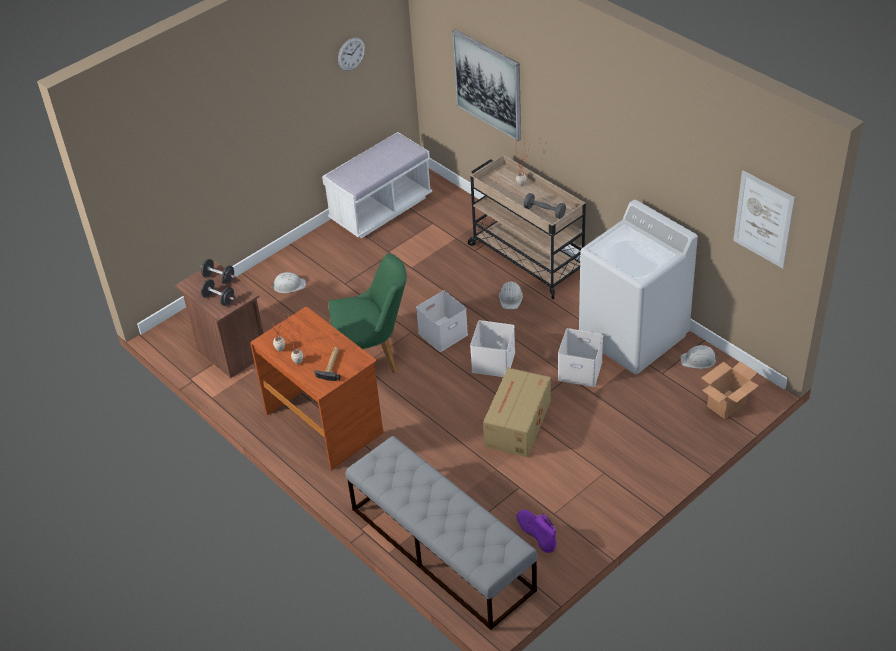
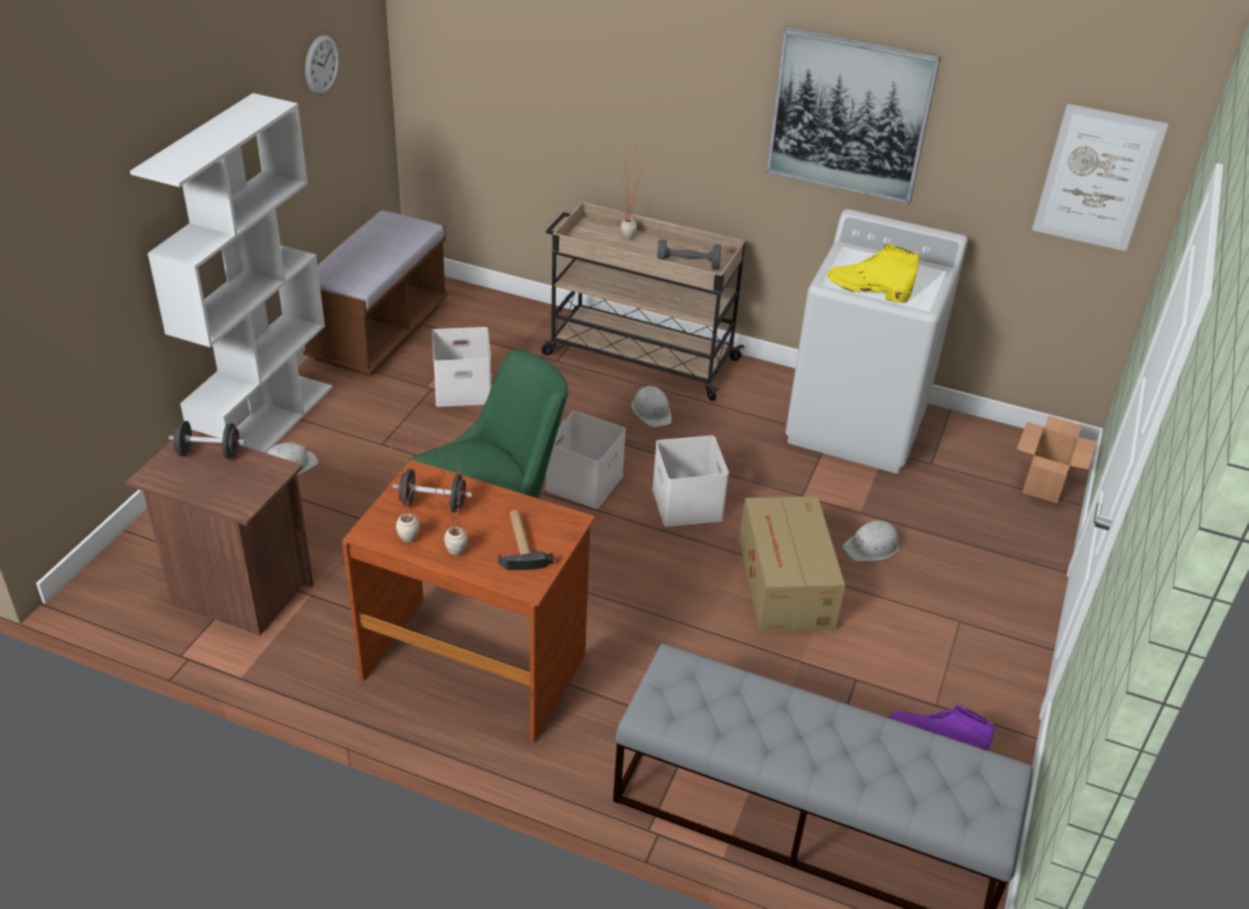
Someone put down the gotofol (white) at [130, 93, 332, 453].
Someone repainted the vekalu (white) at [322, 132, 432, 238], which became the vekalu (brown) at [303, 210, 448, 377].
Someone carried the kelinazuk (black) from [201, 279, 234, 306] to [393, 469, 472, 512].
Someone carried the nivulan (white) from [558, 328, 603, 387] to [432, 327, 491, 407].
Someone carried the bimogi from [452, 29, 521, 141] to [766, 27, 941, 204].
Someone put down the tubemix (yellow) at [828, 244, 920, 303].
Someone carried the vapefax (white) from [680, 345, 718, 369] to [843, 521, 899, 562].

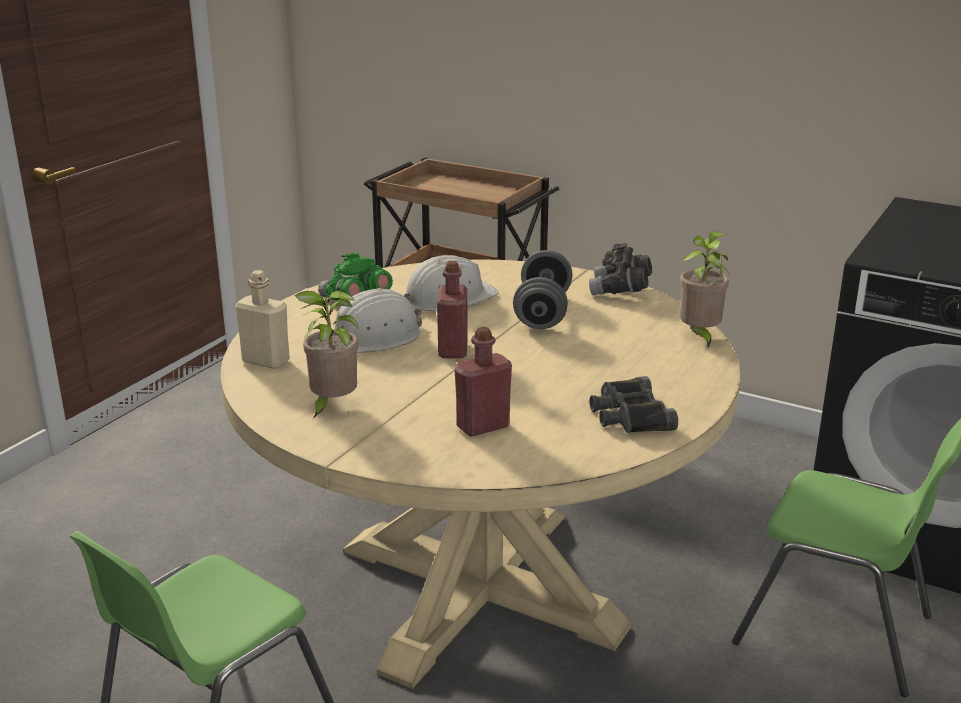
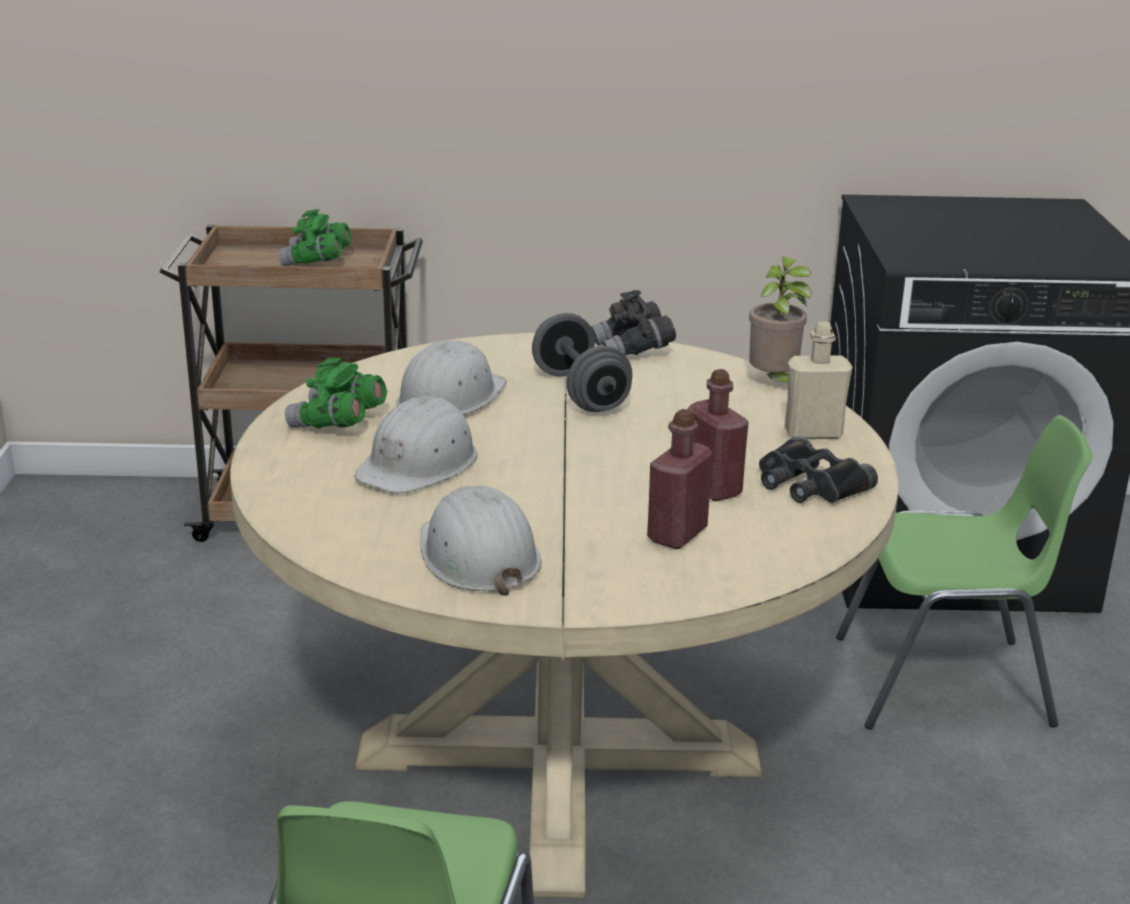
Someone put down the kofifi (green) at [278, 209, 352, 266].
Someone swapped the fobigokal at [294, 291, 358, 419] for the vapefax (white) at [420, 485, 542, 596].
Someone carried the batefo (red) from [437, 261, 468, 358] to [687, 369, 749, 501].
Someone carried the batefo (beige) from [235, 270, 290, 369] to [785, 322, 852, 439].

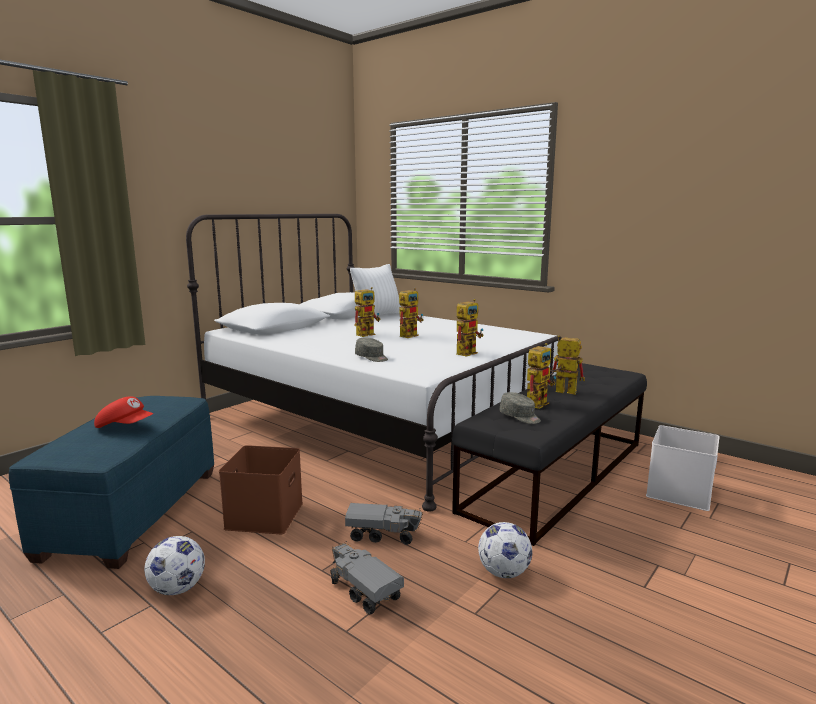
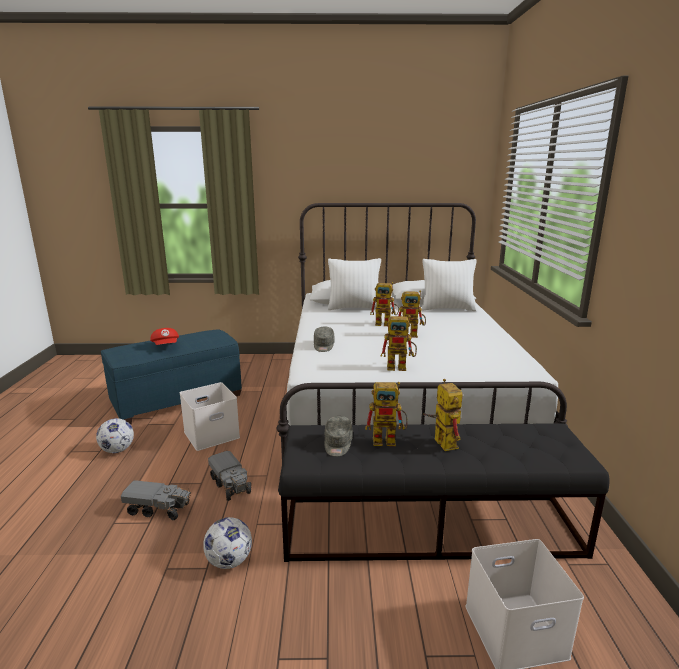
Someone rotated the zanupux at [331, 541, 404, 615] by 90 degrees clockwise.
Someone repainted the nivulan (brown) at [219, 445, 303, 534], which became the nivulan (white) at [180, 382, 240, 451].
Someone put down the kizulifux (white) at [328, 258, 381, 310].

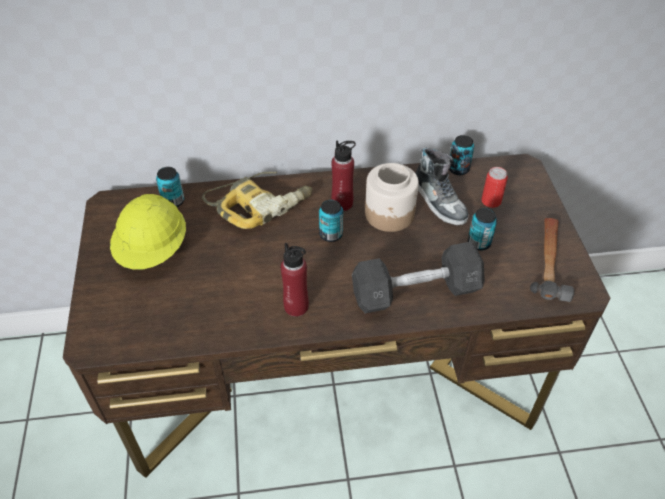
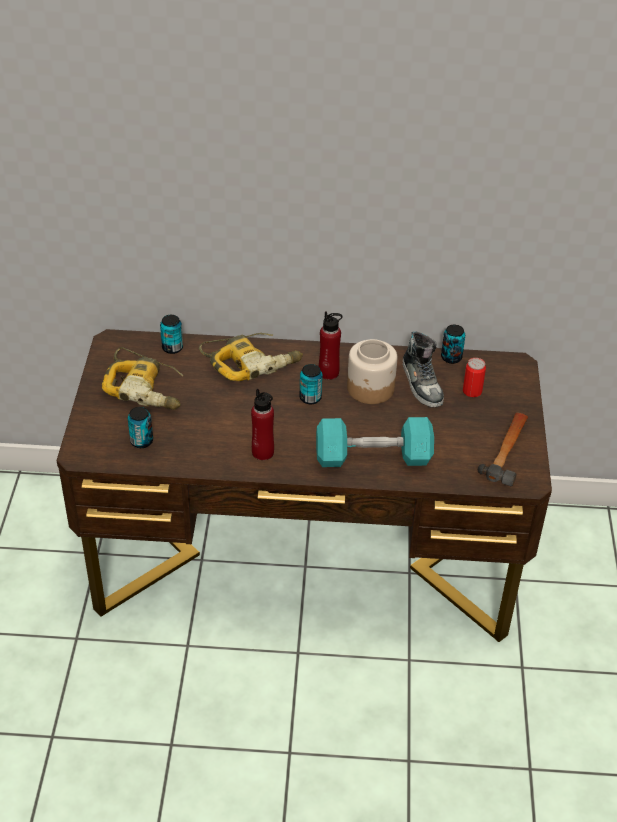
Someone swapped the vapefax (yellow) at [110, 194, 186, 270] for the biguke at [102, 347, 183, 410].
Someone carried the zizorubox from [468, 208, 497, 251] to [128, 407, 153, 448].
Someone repainted the kelinazuk (grey) at [352, 242, 485, 313], which became the kelinazuk (turquoise) at [316, 417, 434, 467].

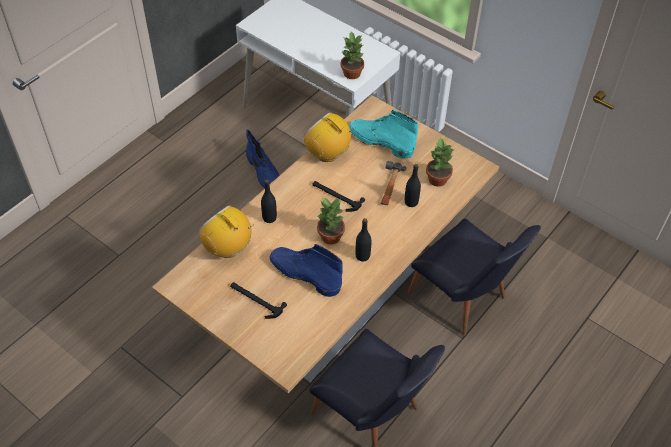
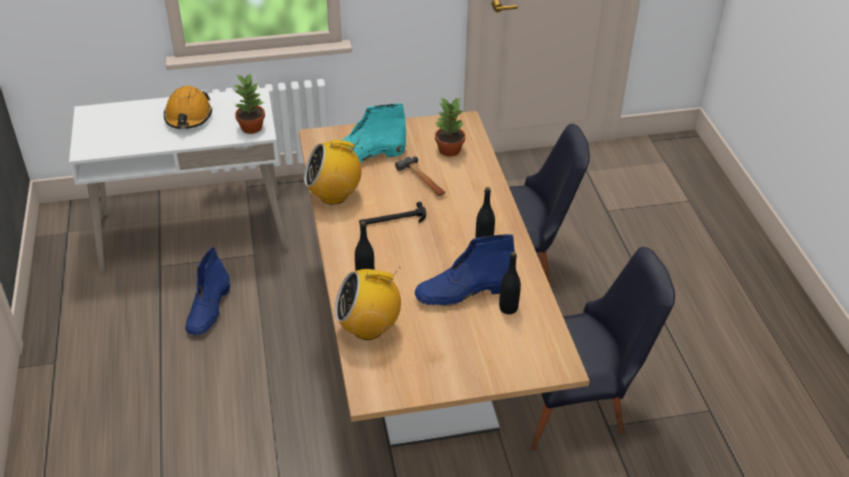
Someone put down the vapefax (orange) at [164, 86, 212, 129].
Someone rotated the tubemix (blue) at [246, 129, 280, 188] by 90 degrees clockwise.
Someone carried the batefo (black) from [405, 164, 421, 207] to [499, 252, 521, 314].
Someone took away the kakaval at [230, 282, 287, 319].
Someone took away the fobigokal at [317, 198, 345, 244].

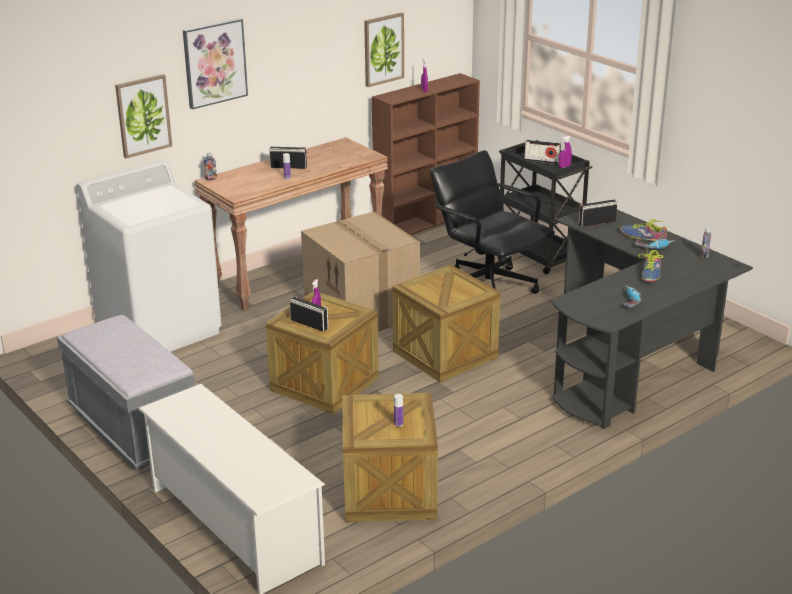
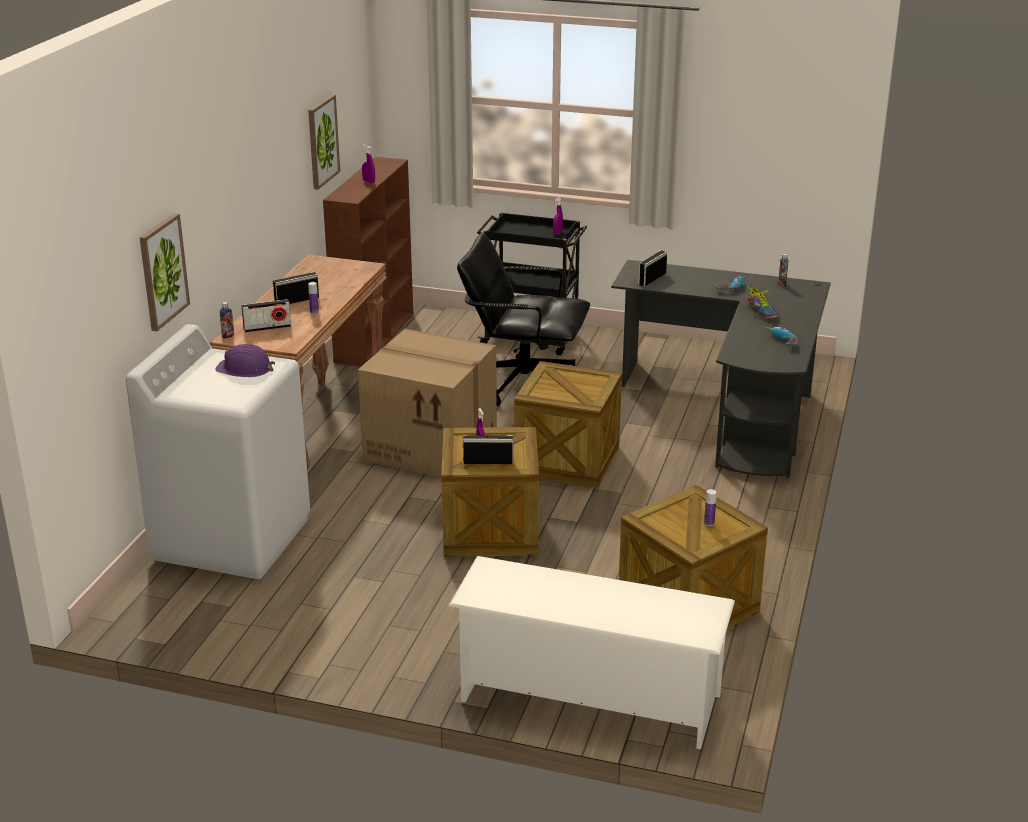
Someone put down the vapefax (purple) at [215, 344, 275, 377].
Someone carried the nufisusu from [525, 140, 561, 164] to [241, 299, 291, 332].
Someone took away the vekalu (grey) at [57, 315, 195, 471].
Someone took away the bimogi at [183, 18, 248, 109].
Someone took away the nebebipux at [620, 219, 667, 242].

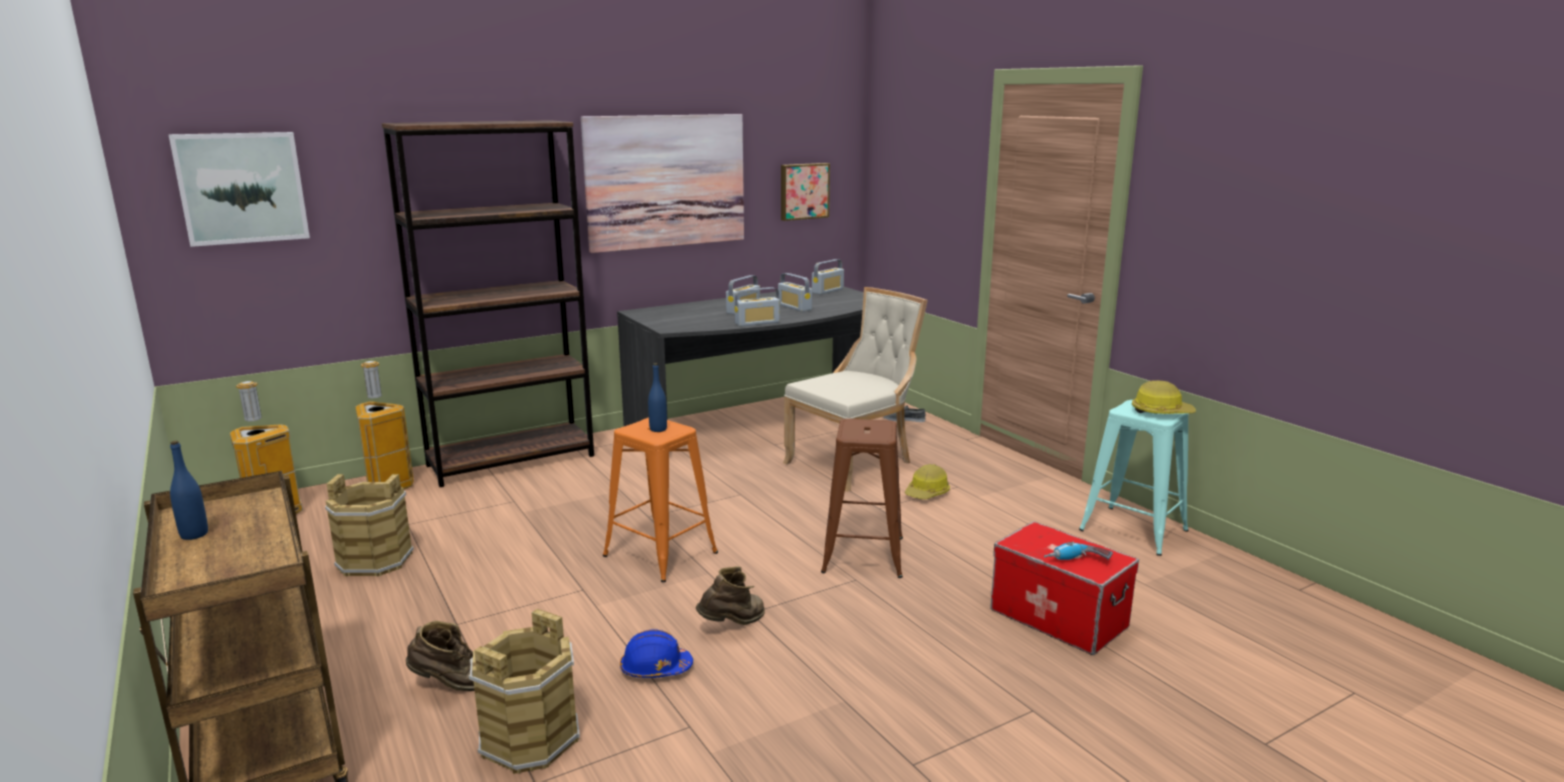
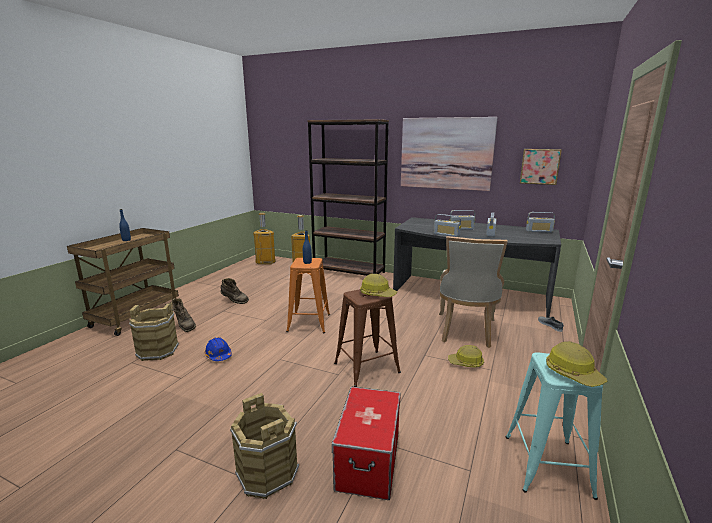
Someone carried the tubemix (brown) from [696, 566, 765, 625] to [221, 278, 249, 304].
Someone carried the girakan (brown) from [325, 474, 414, 577] to [230, 393, 299, 499].
Someone put down the vapefax at [360, 273, 397, 297].
Someone rotated the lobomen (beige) at [783, 287, 928, 492] by 90 degrees clockwise.
Someone took away the bimogi at [169, 132, 310, 247].
Someone took away the biguke at [1044, 542, 1113, 560].

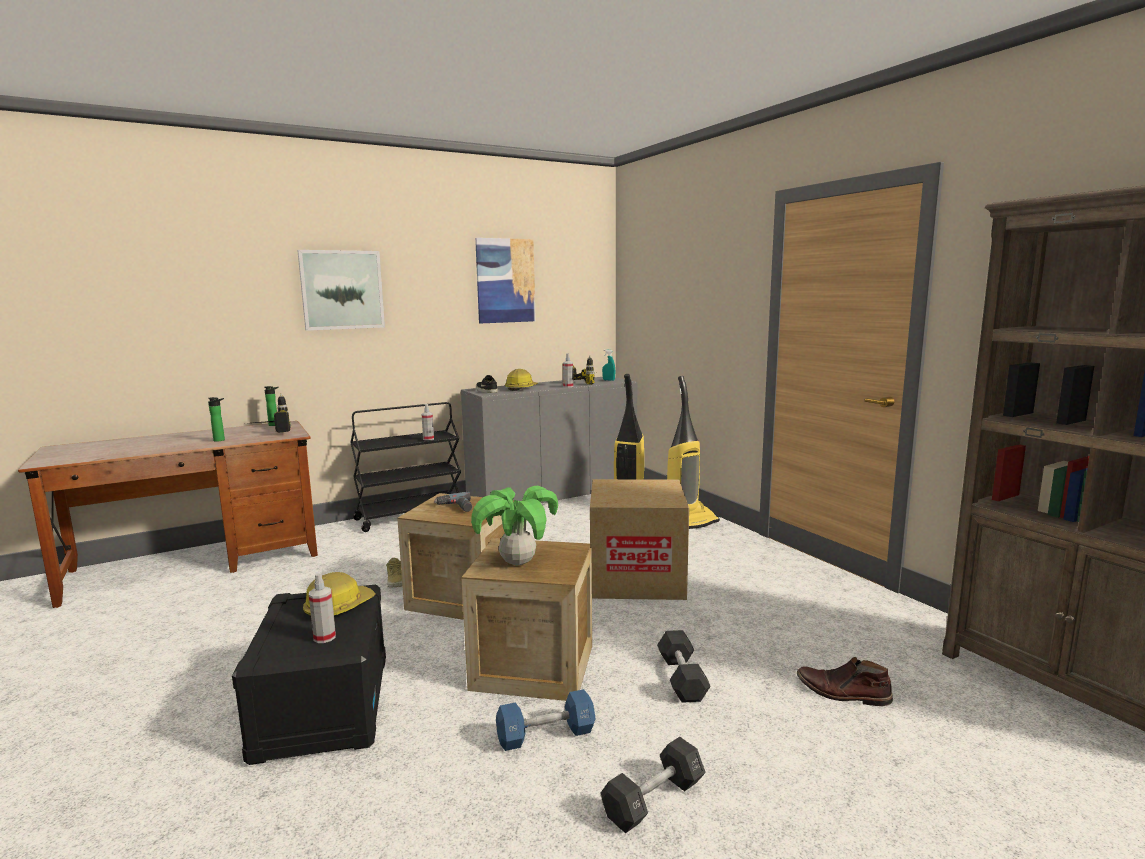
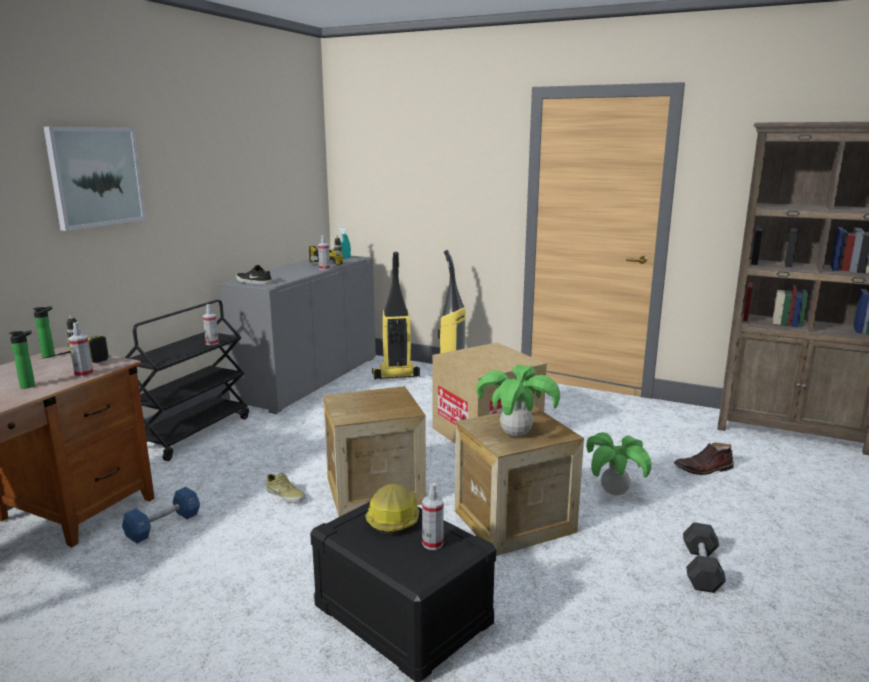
Someone put down the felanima at [68, 322, 93, 378].
Someone carried the kelinazuk (blue) from [496, 689, 596, 751] to [122, 487, 200, 543].
Someone swapped the kelinazuk (black) at [657, 630, 711, 703] for the fobigokal at [586, 432, 651, 496].
Someone took away the biguke at [434, 492, 472, 512].
Someone took away the bimogi at [475, 238, 536, 323].
Someone took away the vapefax at [505, 369, 538, 391].

